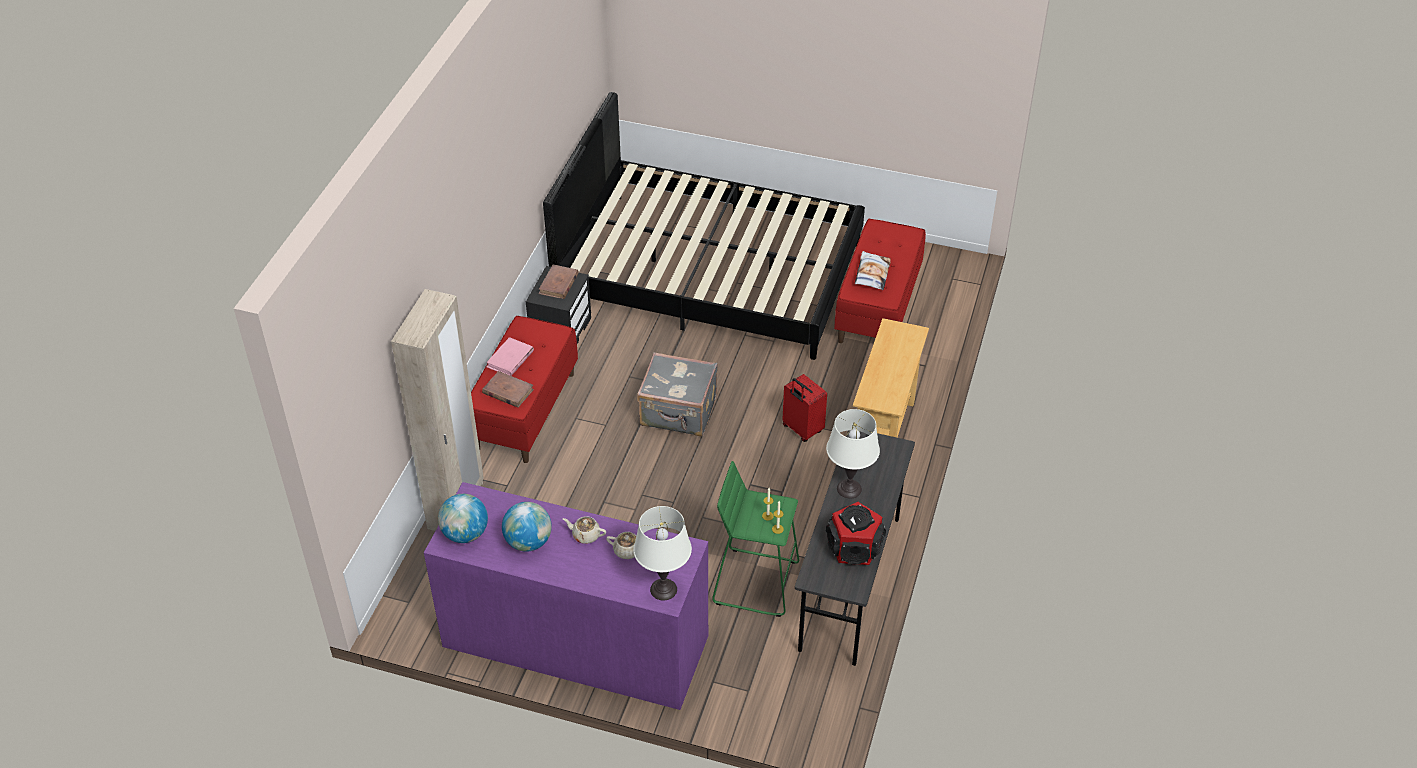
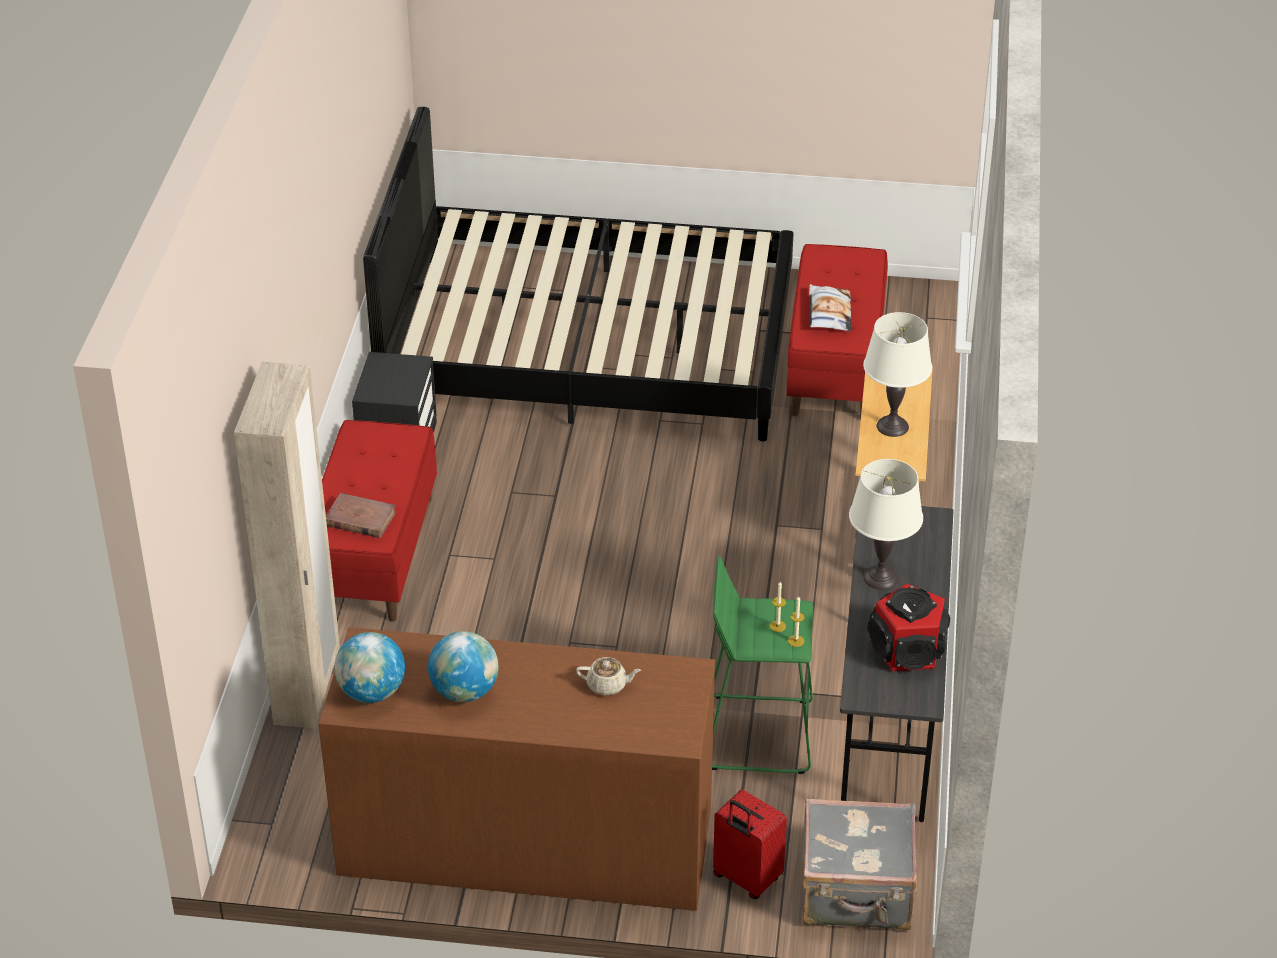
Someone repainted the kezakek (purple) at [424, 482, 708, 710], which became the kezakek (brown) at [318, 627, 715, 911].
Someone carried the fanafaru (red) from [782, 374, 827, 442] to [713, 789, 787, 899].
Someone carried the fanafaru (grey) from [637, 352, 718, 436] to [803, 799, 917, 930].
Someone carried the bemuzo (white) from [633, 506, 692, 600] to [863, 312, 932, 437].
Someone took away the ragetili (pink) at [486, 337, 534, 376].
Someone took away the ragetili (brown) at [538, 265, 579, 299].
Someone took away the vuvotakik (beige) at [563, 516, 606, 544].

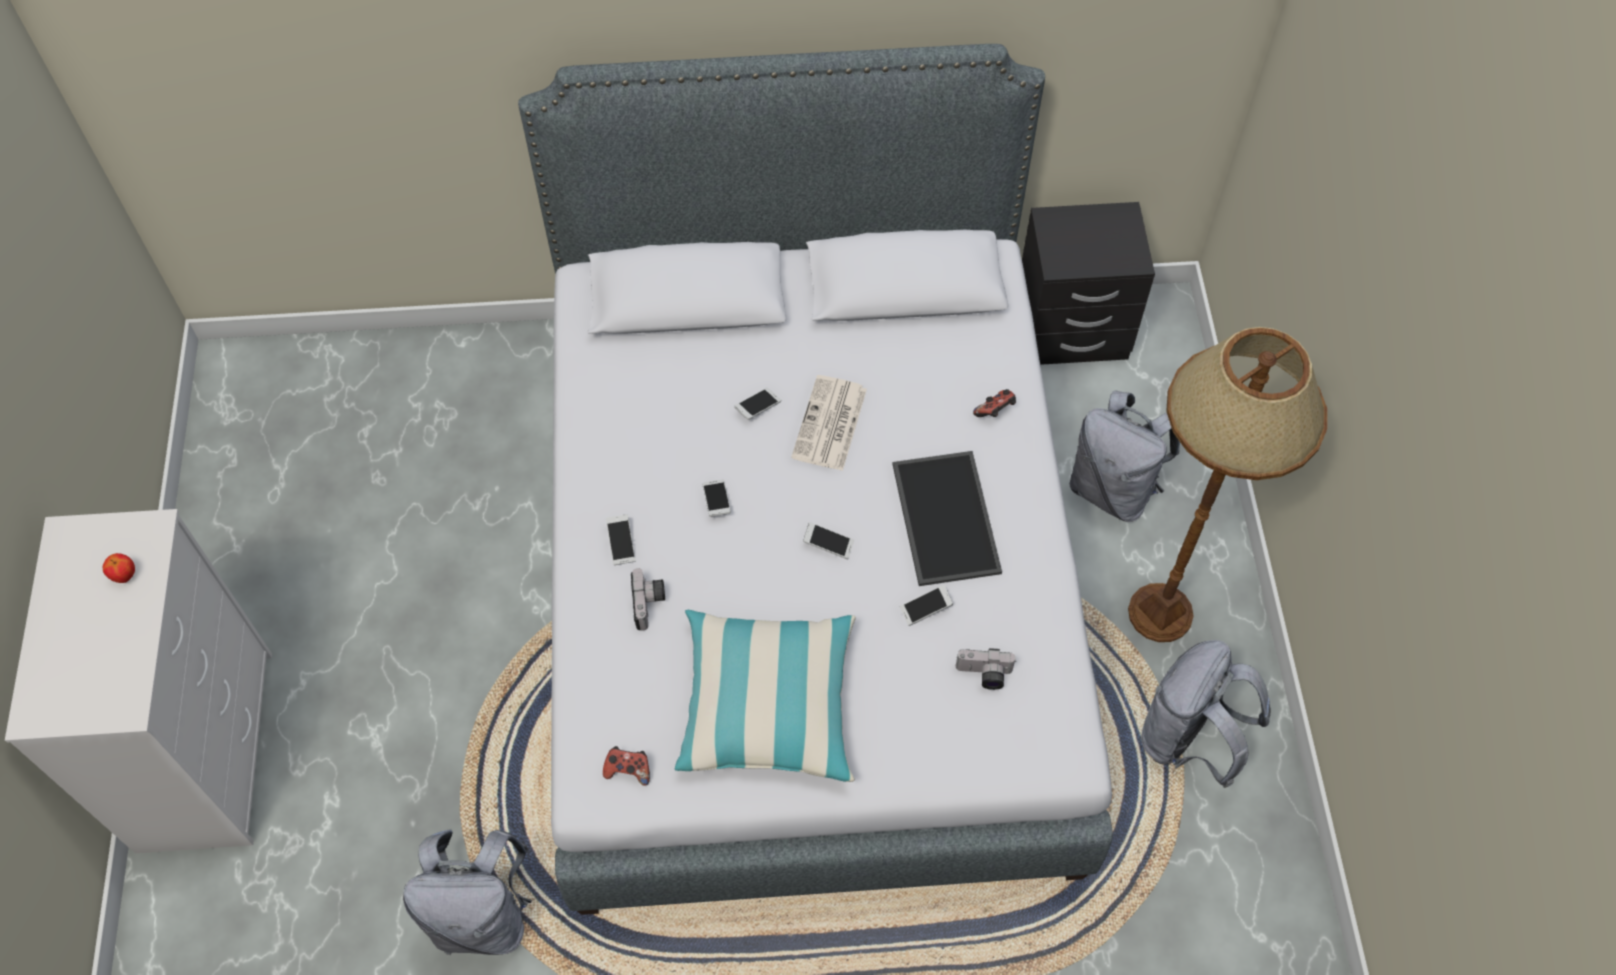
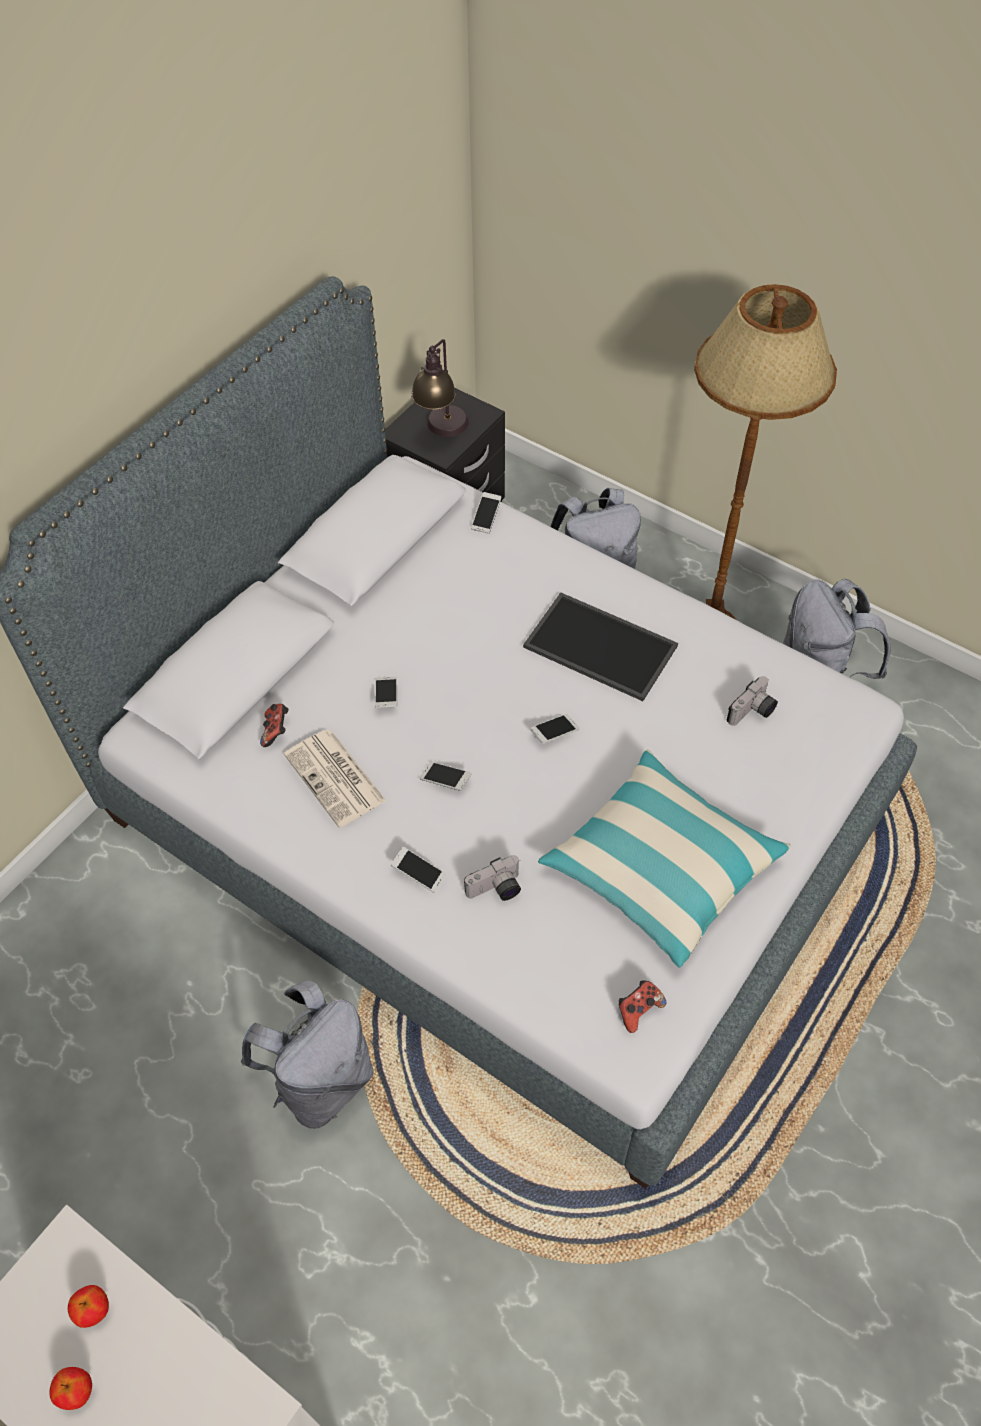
Someone put down the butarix at [49, 1367, 92, 1410].
Someone carried the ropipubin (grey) from [403, 830, 532, 955] to [241, 980, 373, 1129].
Someone carried the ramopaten from [973, 389, 1016, 417] to [260, 704, 289, 747].
Someone carried the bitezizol from [791, 375, 867, 471] to [284, 730, 387, 828].
Someone put down the bemuzo at [411, 339, 469, 437].
Someone rotated the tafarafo at [631, 568, 665, 631] by 120 degrees clockwise.
Someone carried the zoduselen from [900, 585, 953, 626] to [471, 492, 502, 534].

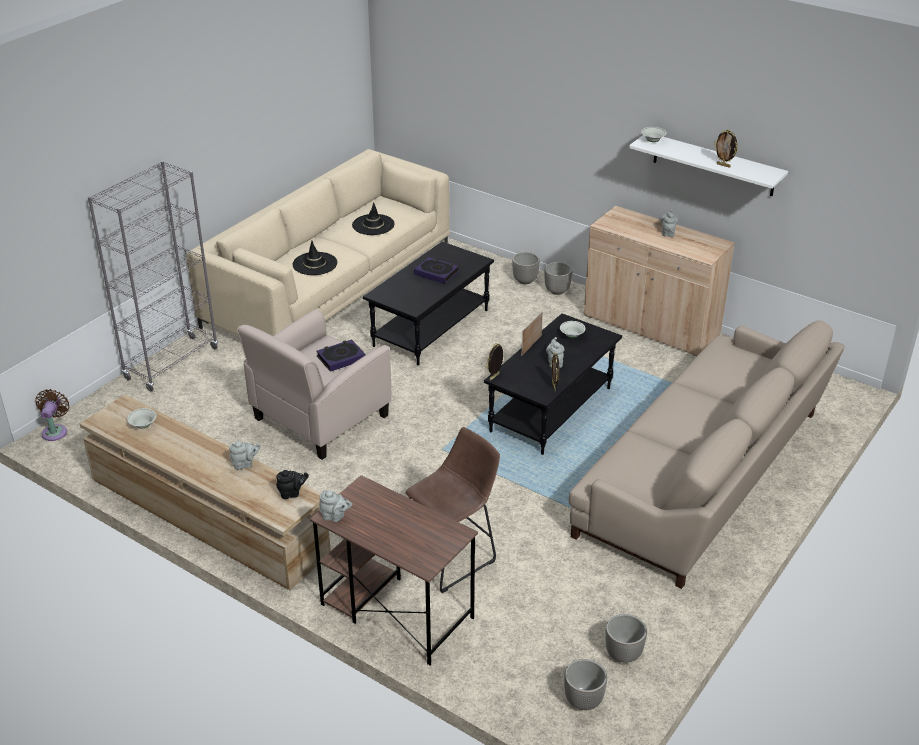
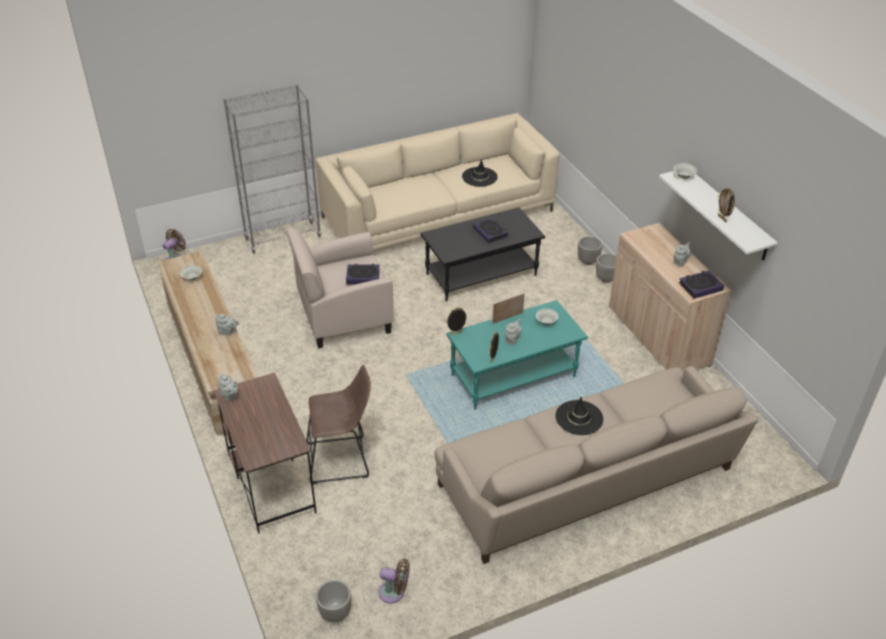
Someone swapped the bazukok at [605, 614, 647, 663] for the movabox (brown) at [378, 559, 410, 604].
Someone repainted the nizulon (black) at [484, 313, 622, 455], which became the nizulon (turquoise) at [446, 300, 588, 410].
Someone carried the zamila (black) from [292, 241, 337, 275] to [556, 397, 603, 435].
Someone put down the ragetili at [679, 270, 724, 299].
Someone took away the vuvotakik (black) at [276, 470, 309, 499].

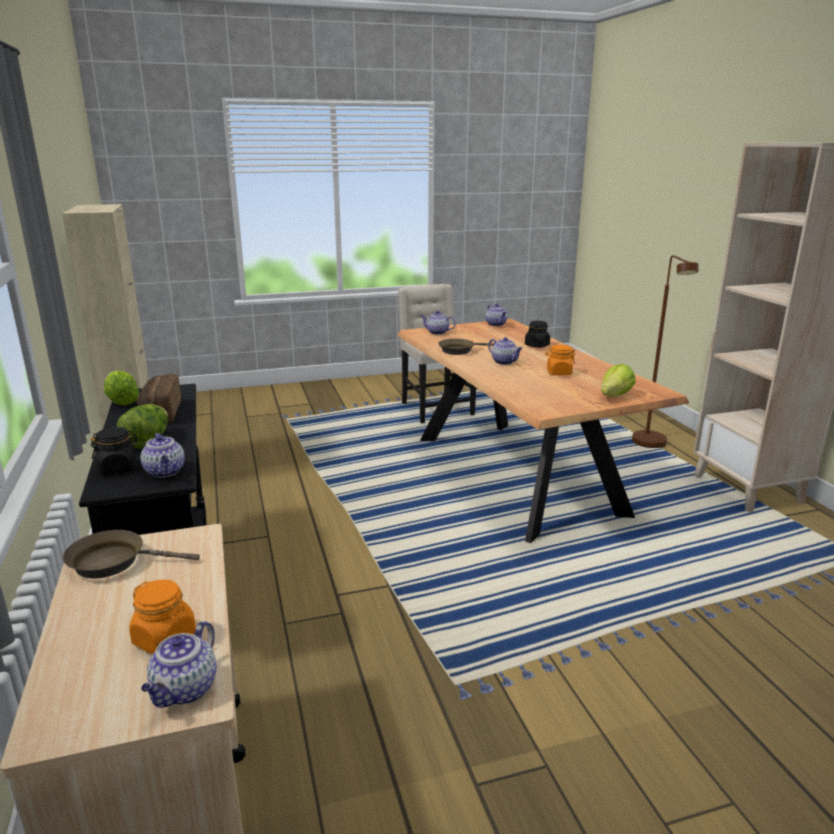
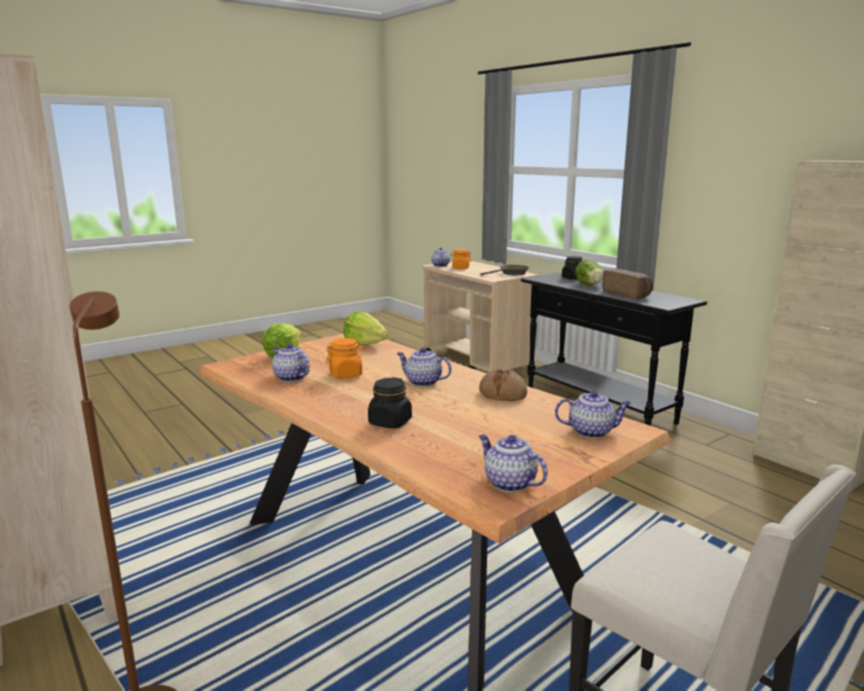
Someone carried the vuvotakik from [140, 433, 185, 478] to [272, 344, 310, 382].
Someone carried the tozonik from [104, 370, 139, 405] to [344, 312, 388, 345].
Someone swapped the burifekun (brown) at [438, 339, 494, 355] for the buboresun at [479, 369, 527, 401].

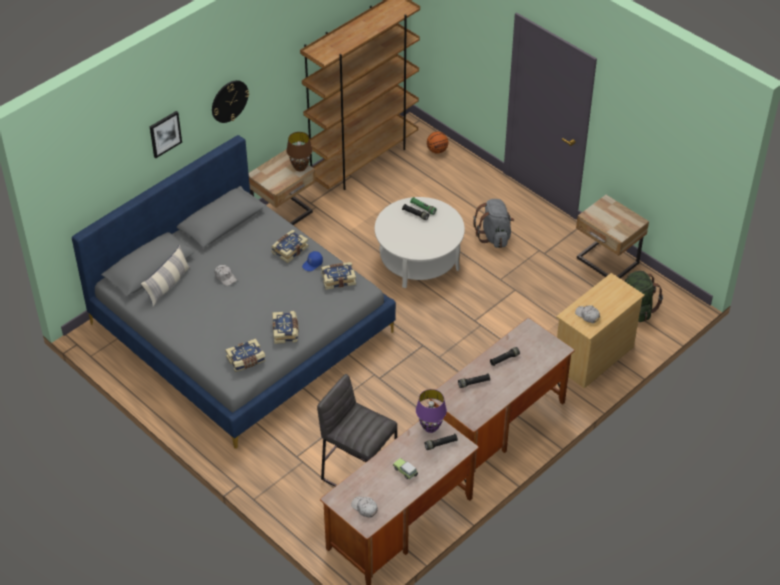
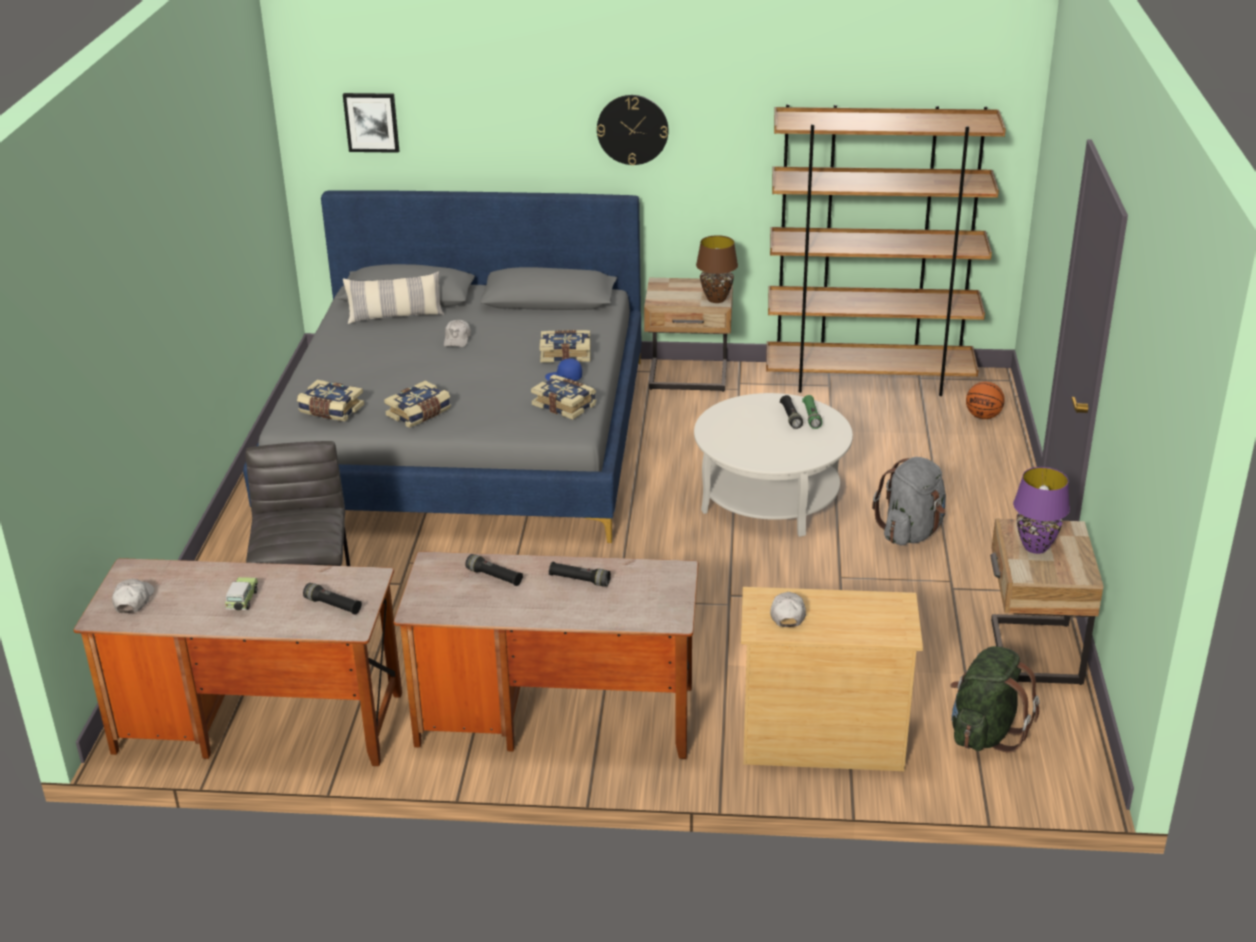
Someone carried the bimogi from [150, 111, 182, 158] to [343, 93, 399, 153].
Someone carried the bemuzo (purple) from [416, 389, 447, 433] to [1013, 467, 1070, 554].

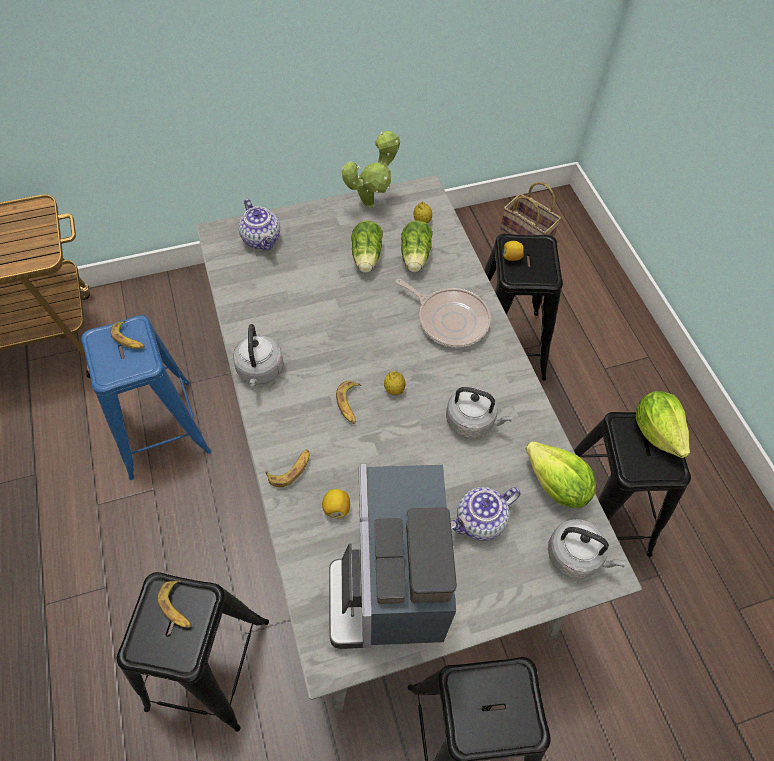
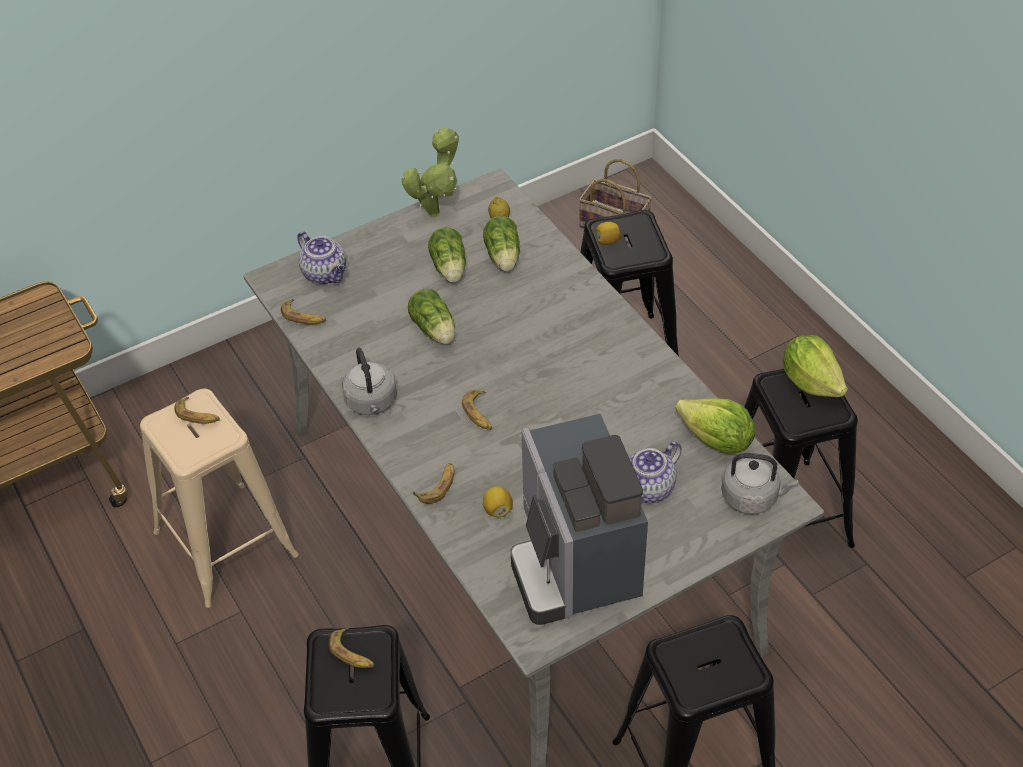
Someone repainted the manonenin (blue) at [81, 315, 211, 480], which became the manonenin (beige) at [140, 389, 298, 608].
Someone put down the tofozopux at [281, 299, 326, 325].
Someone put down the tozonik at [408, 289, 455, 344].
Someone took away the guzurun at [384, 371, 406, 395].
Someone took away the burifekun at [396, 279, 491, 348].
Someone took away the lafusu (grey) at [446, 386, 512, 438].

